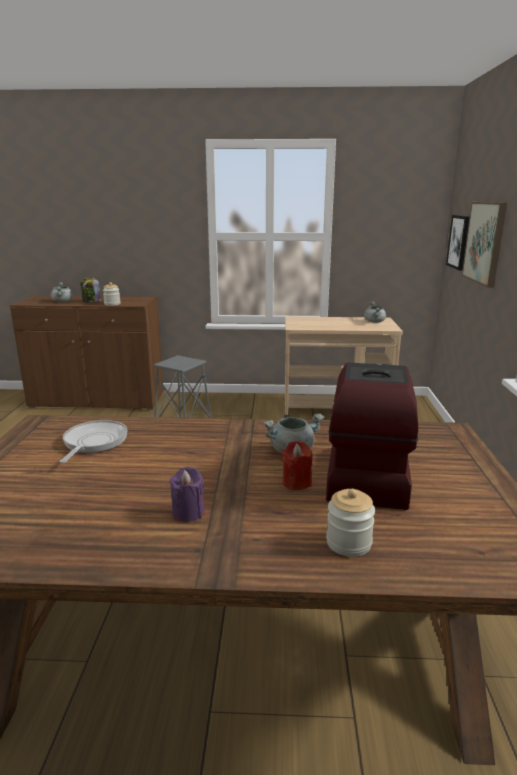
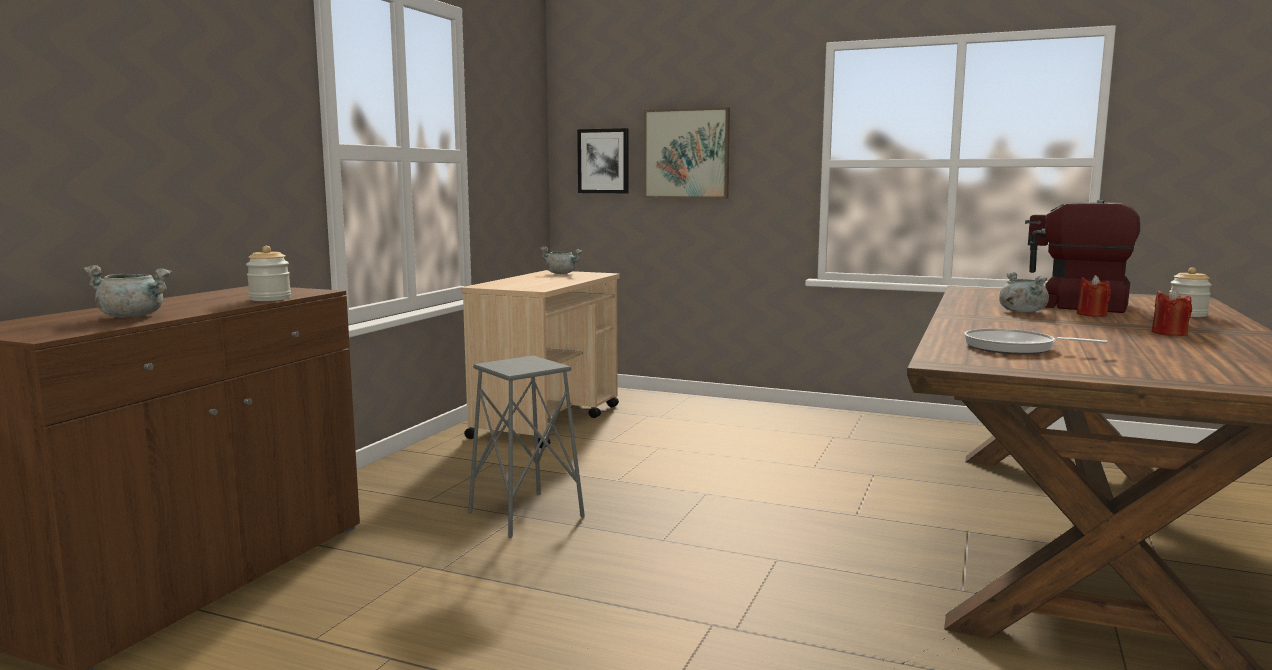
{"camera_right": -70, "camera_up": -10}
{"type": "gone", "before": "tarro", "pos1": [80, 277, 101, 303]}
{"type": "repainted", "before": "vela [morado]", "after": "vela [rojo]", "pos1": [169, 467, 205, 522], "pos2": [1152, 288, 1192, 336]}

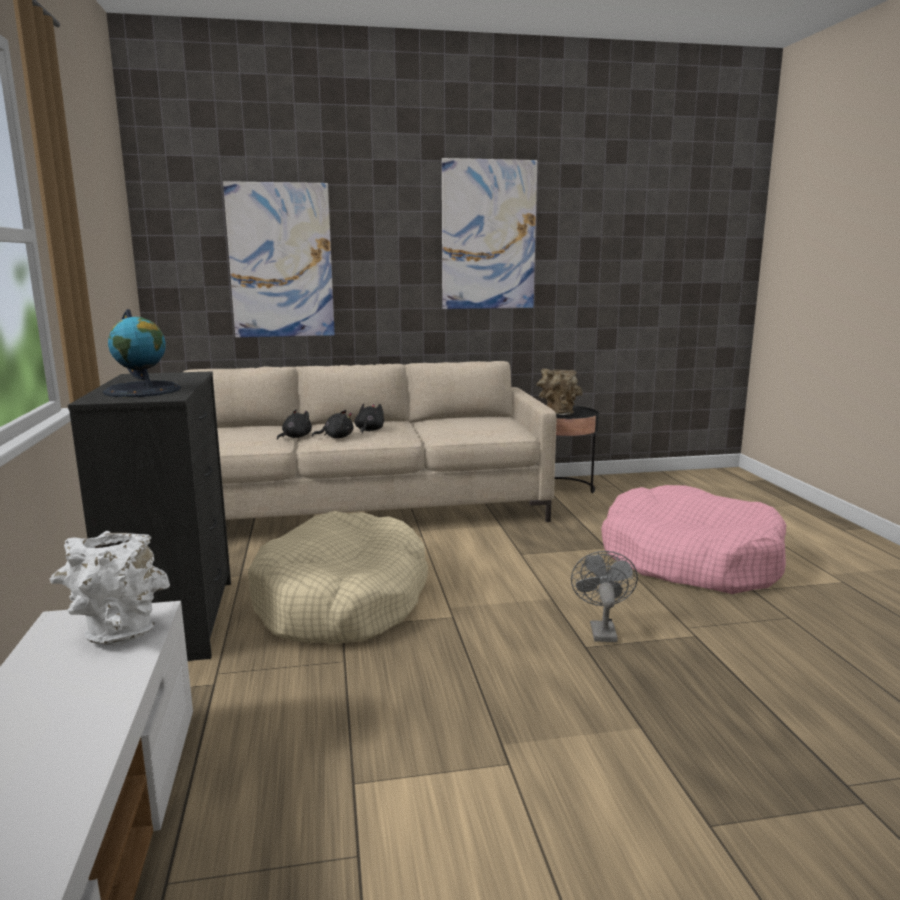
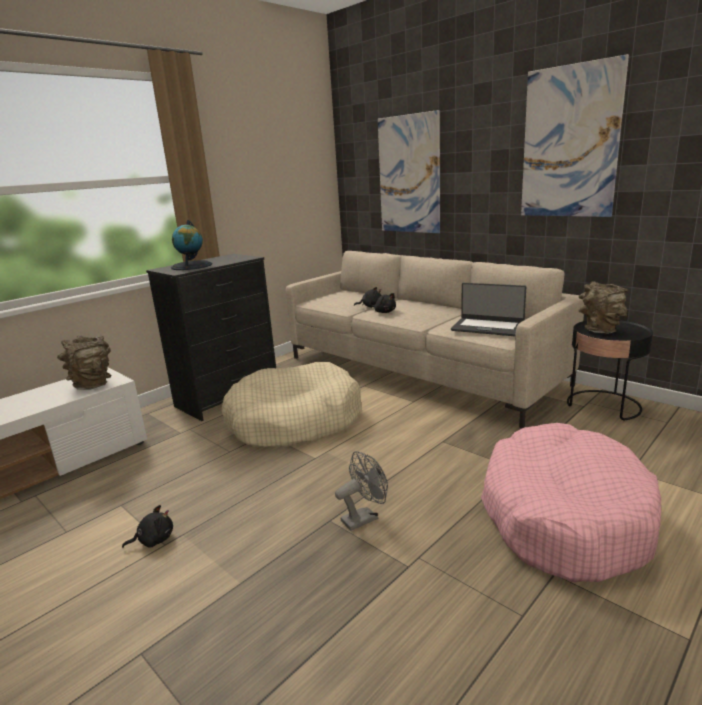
{"camera_right": 55, "camera_up": 5}
{"type": "shifted", "before": "peluche [negro]", "pos1": [354, 404, 384, 434], "pos2": [122, 505, 173, 548]}
{"type": "repainted", "before": "florero [blanco]", "after": "florero [marrón]", "pos1": [50, 531, 170, 645], "pos2": [57, 335, 111, 389]}
{"type": "new", "after": "portátil", "pos2": [451, 283, 526, 336]}

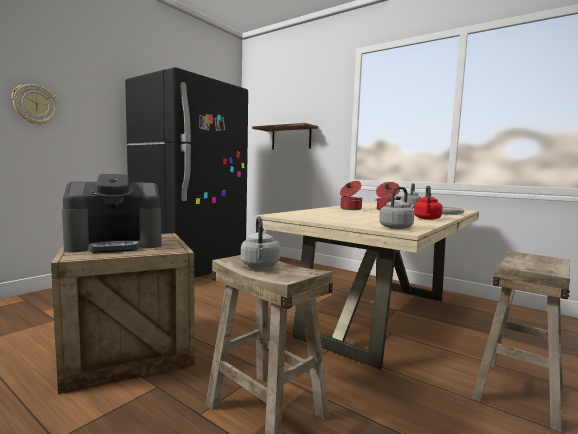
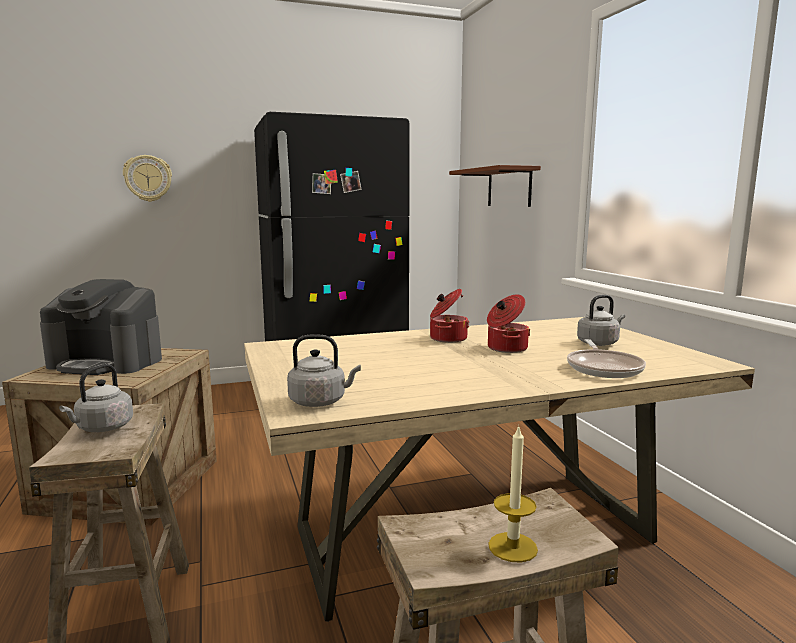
{"camera_right": 35, "camera_up": 5}
{"type": "gone", "before": "hervidor [rojo]", "pos1": [414, 186, 443, 220]}
{"type": "new", "after": "vela", "pos2": [488, 424, 538, 562]}

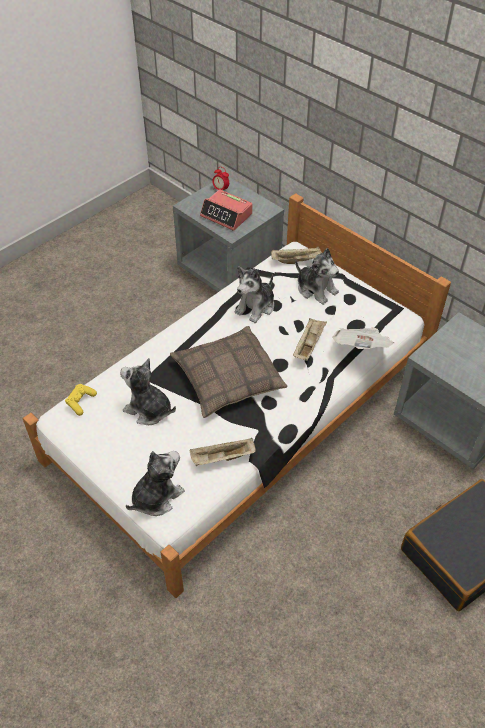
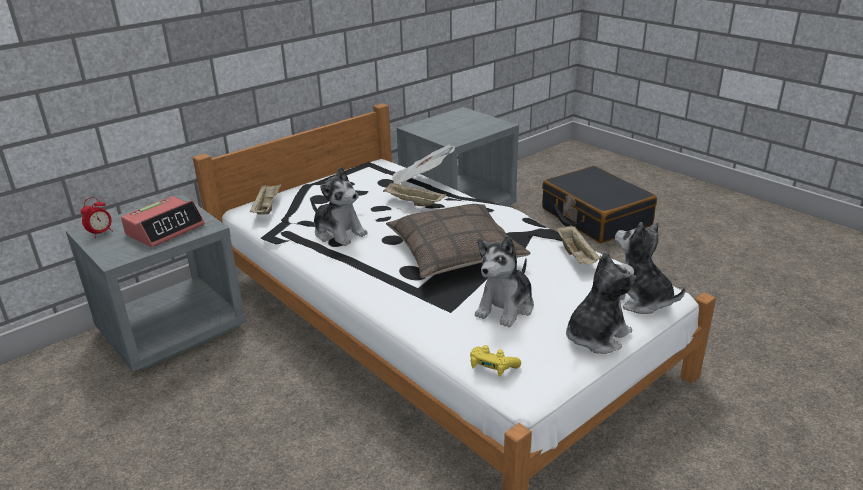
{"camera_right": -85, "camera_up": -20}
{"type": "shifted", "before": "peluche", "pos1": [295, 248, 339, 305], "pos2": [566, 251, 636, 354]}

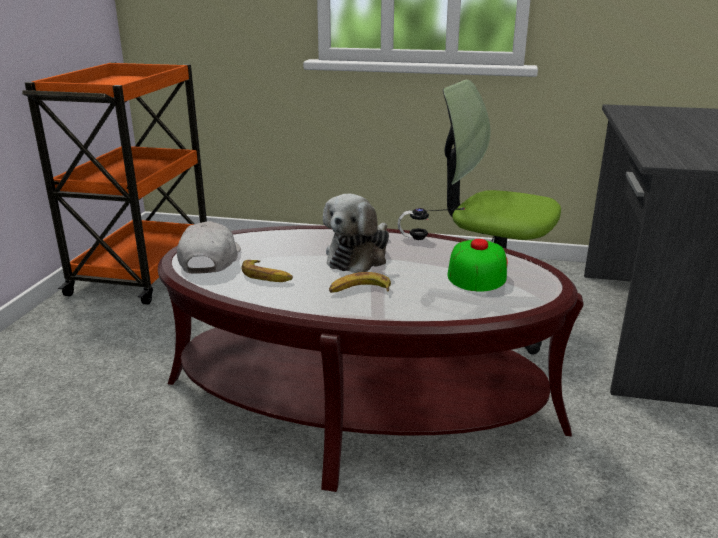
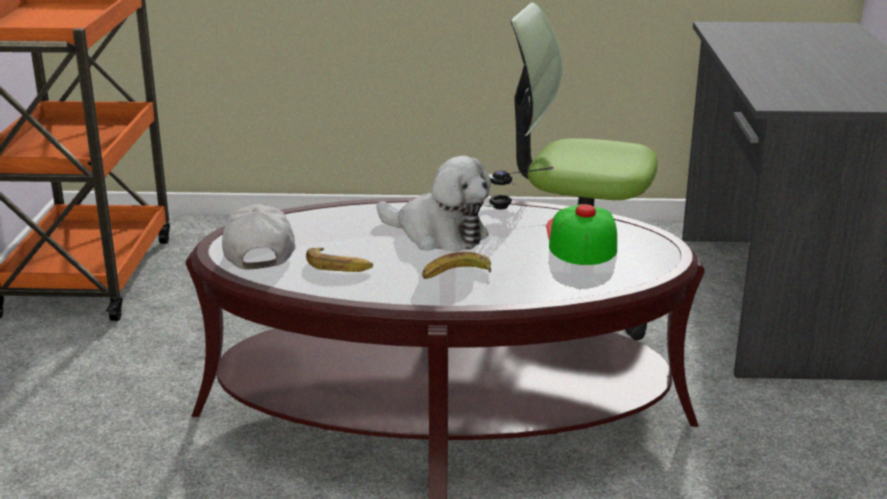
{"camera_right": -10, "camera_up": 0}
{"type": "rotated", "before": "peluche", "pos1": [323, 193, 389, 273], "pos2": [376, 156, 491, 252], "turn": -75}

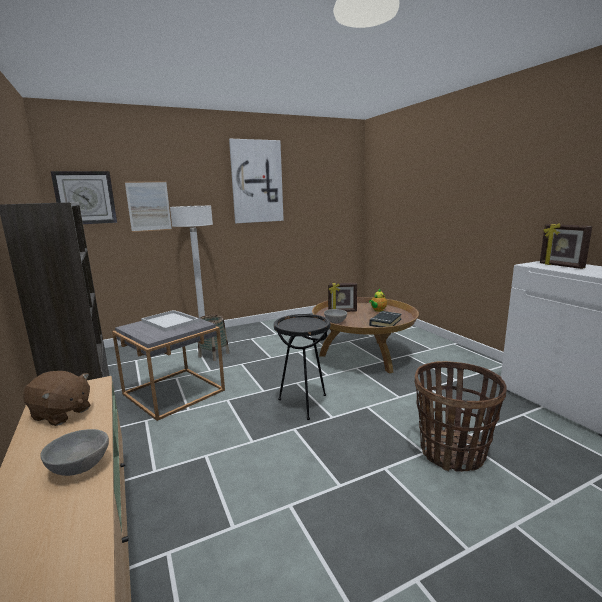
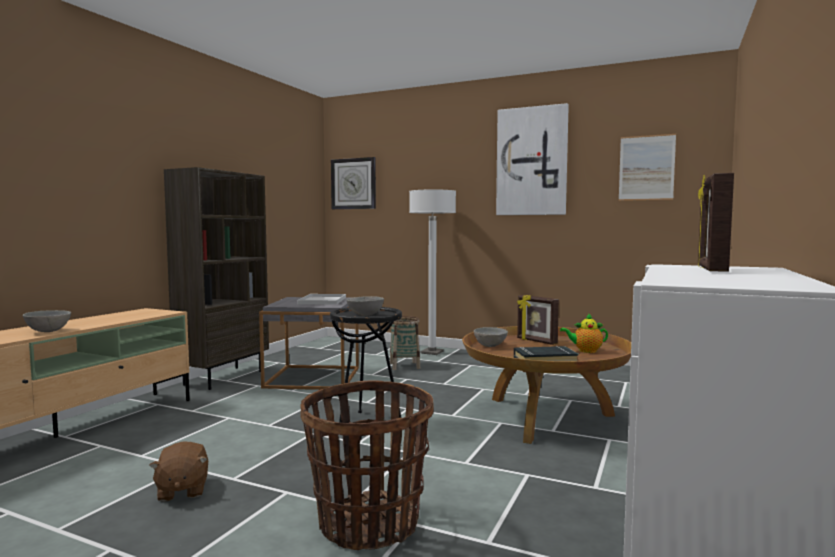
{"camera_right": 50, "camera_up": -10}
{"type": "shifted", "before": "cuadro", "pos1": [125, 181, 172, 232], "pos2": [619, 134, 676, 201]}
{"type": "shifted", "before": "peluche [marrón]", "pos1": [23, 371, 90, 426], "pos2": [149, 441, 208, 502]}
{"type": "new", "after": "cuenco [gris]", "pos2": [347, 296, 384, 316]}

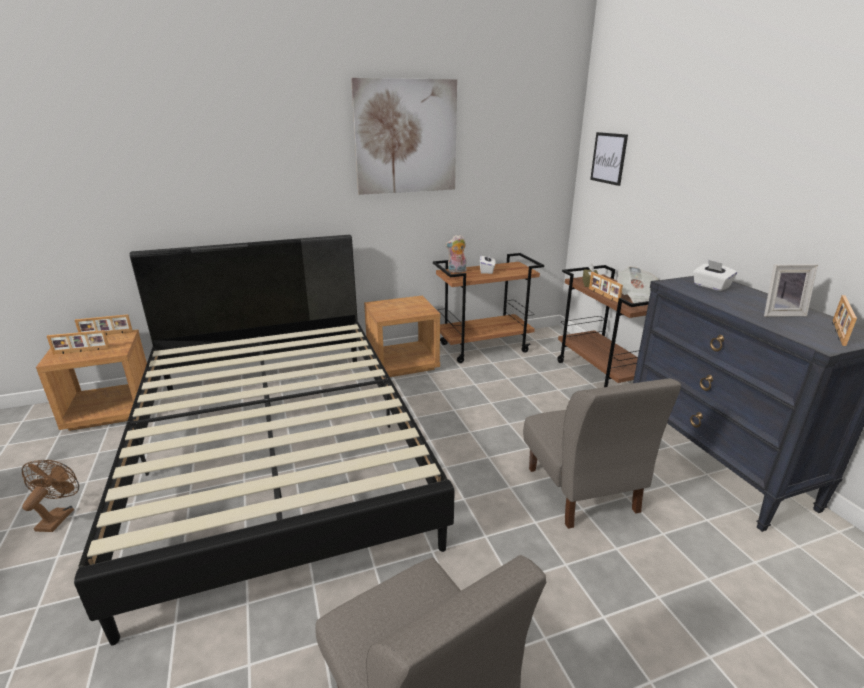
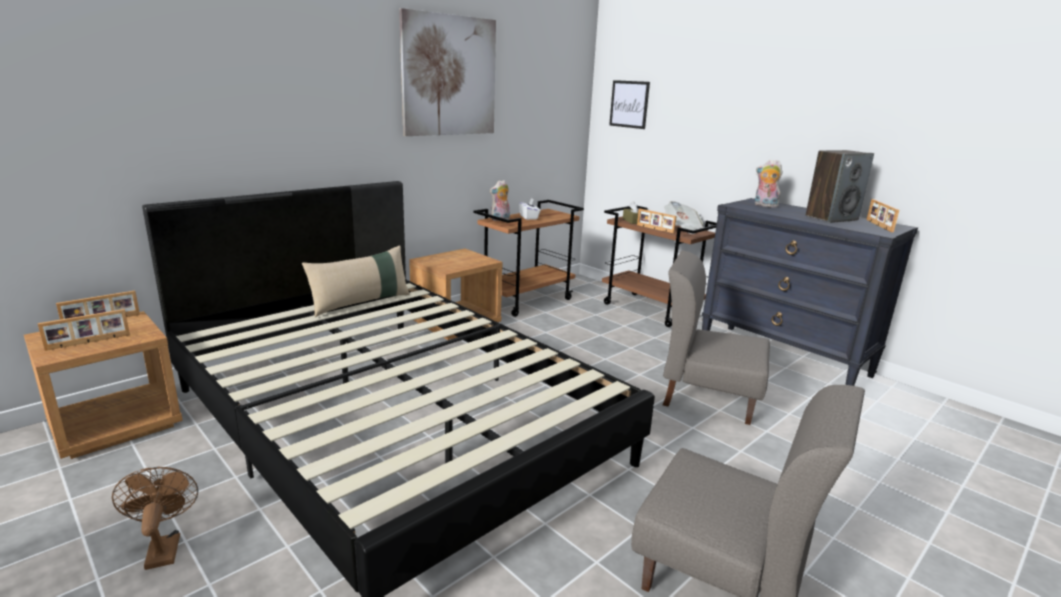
{"camera_right": -25, "camera_up": -5}
{"type": "swapped", "before": "caja de pañuelos [blanco]", "after": "peluche", "pos1": [693, 260, 737, 291], "pos2": [755, 160, 783, 208]}
{"type": "swapped", "before": "portarretratos", "after": "altavoz", "pos1": [764, 264, 818, 317], "pos2": [805, 150, 874, 223]}
{"type": "rotated", "before": "silla [gris]", "pos1": [523, 378, 681, 529], "pos2": [663, 251, 770, 425], "turn": 150}
{"type": "new", "after": "cojín [beis]", "pos2": [302, 245, 410, 317]}

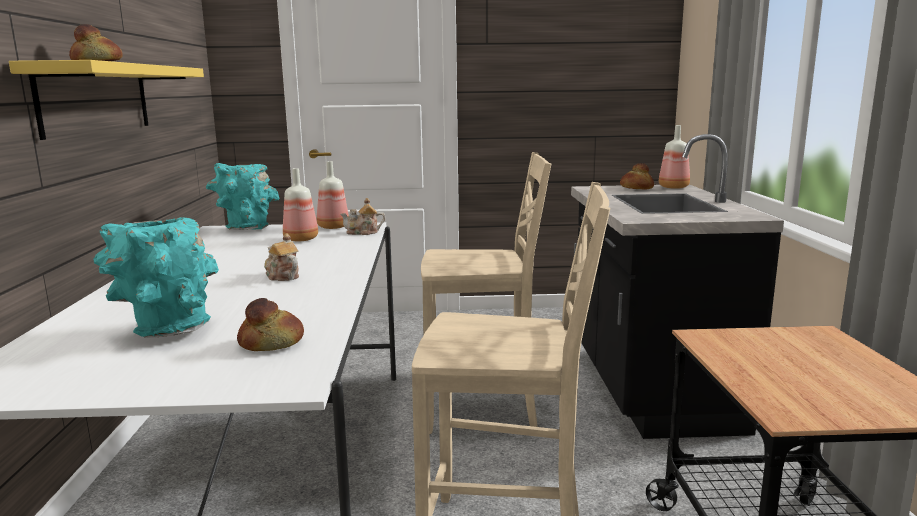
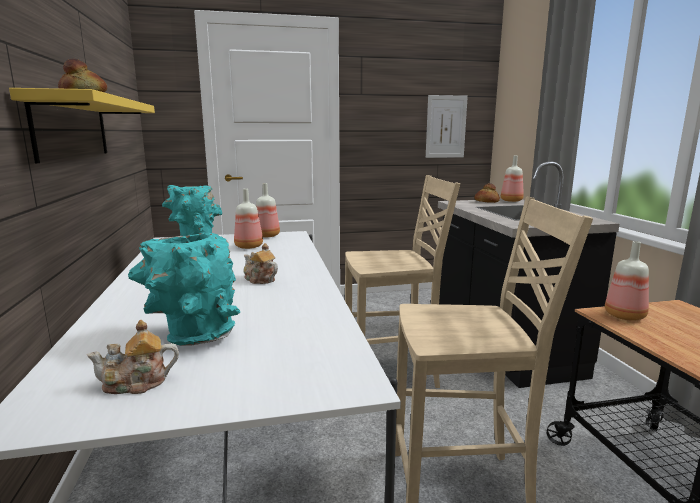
{"camera_right": -10, "camera_up": 0}
{"type": "shifted", "before": "tetera", "pos1": [340, 198, 385, 235], "pos2": [87, 320, 179, 394]}
{"type": "gone", "before": "pan", "pos1": [237, 298, 304, 351]}
{"type": "new", "after": "cuadro", "pos2": [426, 95, 468, 158]}
{"type": "new", "after": "botella", "pos2": [605, 241, 649, 321]}

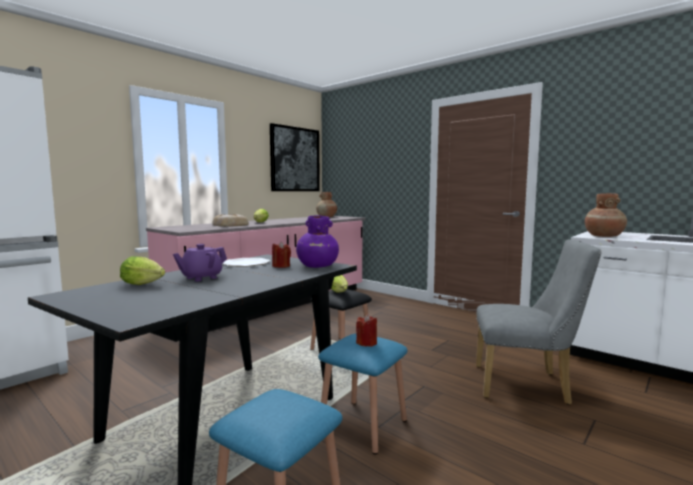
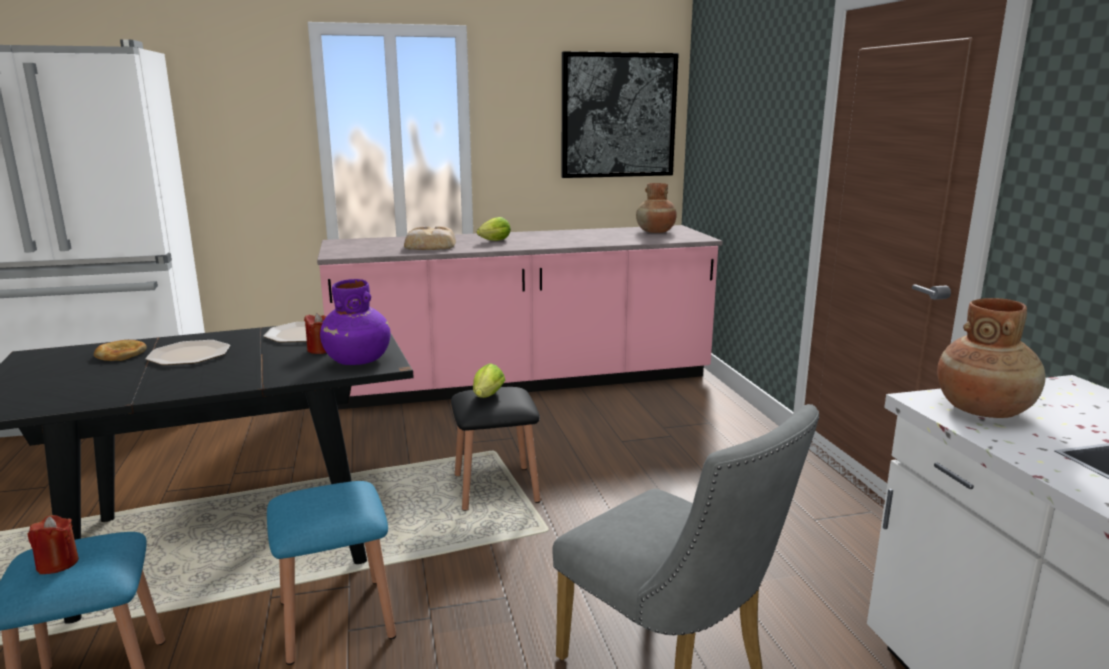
{"camera_right": 35, "camera_up": 10}
{"type": "swapped", "before": "tetera [morado]", "after": "plato", "pos1": [173, 244, 227, 282], "pos2": [145, 340, 230, 365]}
{"type": "swapped", "before": "lechuga", "after": "pan", "pos1": [120, 256, 165, 285], "pos2": [94, 340, 147, 361]}
{"type": "shifted", "before": "vela [rojo]", "pos1": [356, 314, 377, 347], "pos2": [27, 515, 79, 574]}

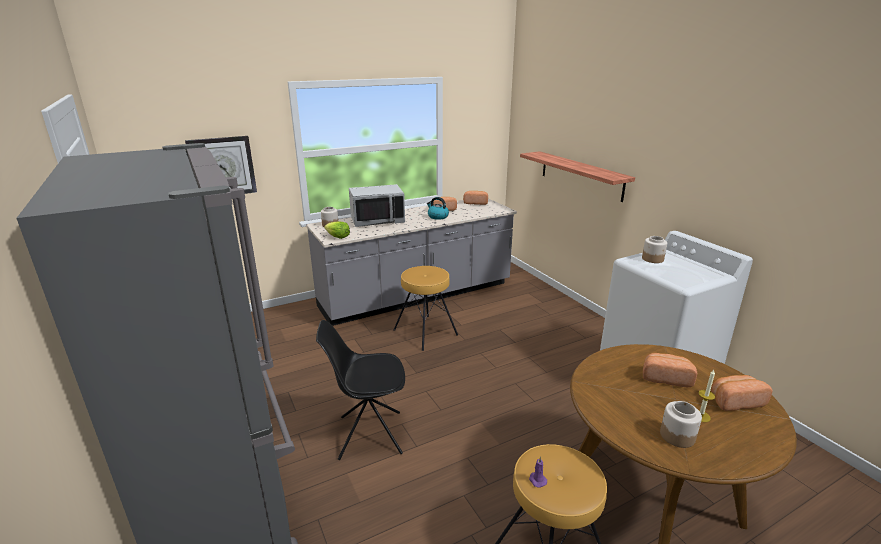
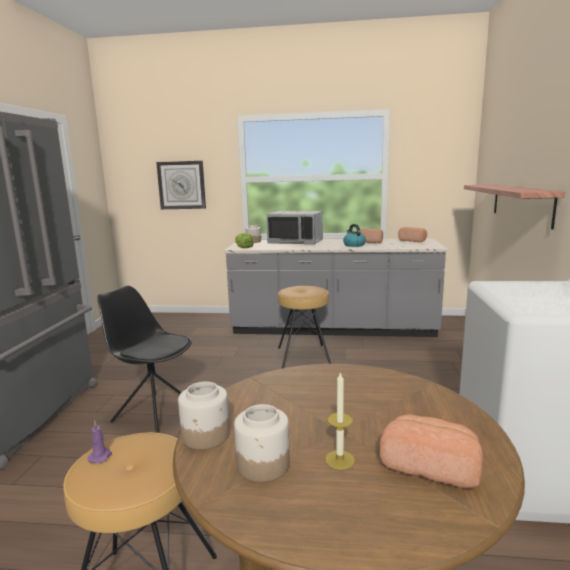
{"camera_right": 35, "camera_up": -10}
{"type": "shifted", "before": "tarro", "pos1": [642, 236, 667, 263], "pos2": [178, 382, 230, 450]}
{"type": "gone", "before": "pan", "pos1": [643, 353, 697, 387]}

